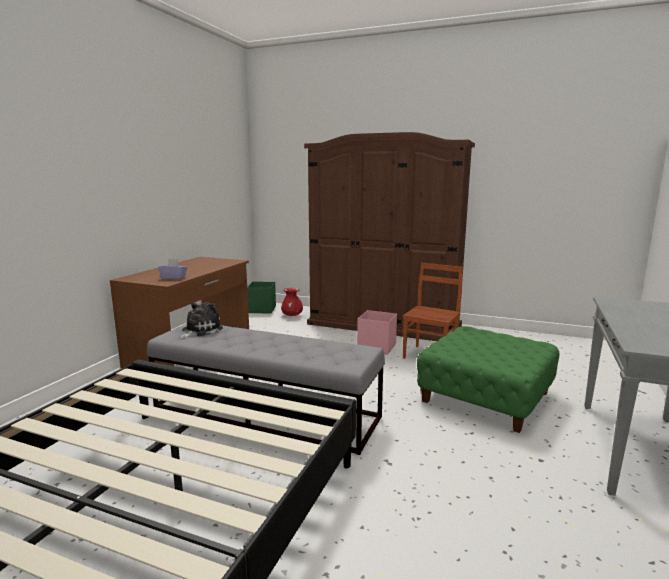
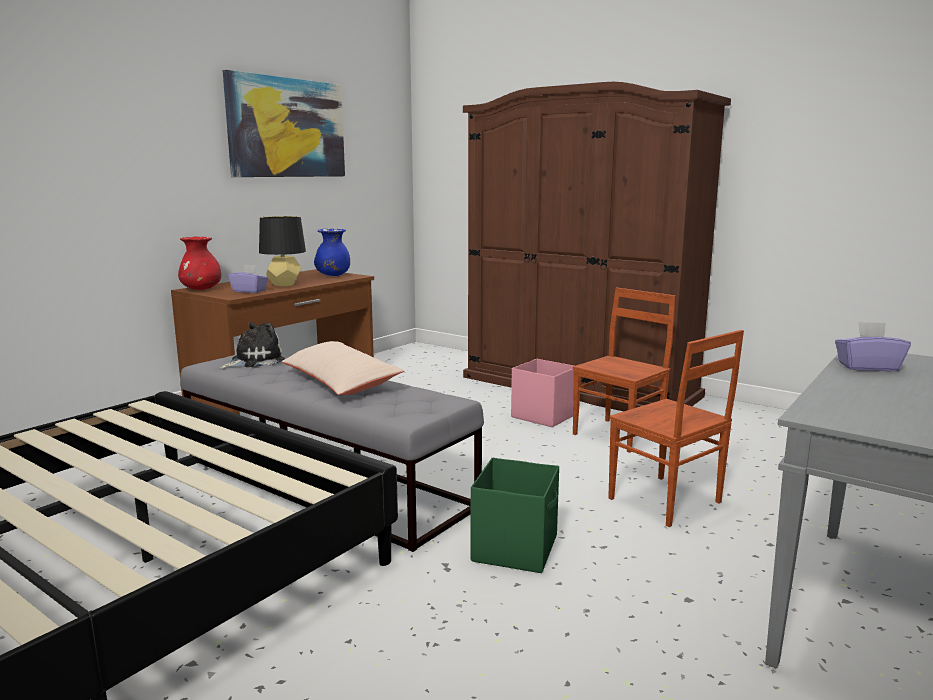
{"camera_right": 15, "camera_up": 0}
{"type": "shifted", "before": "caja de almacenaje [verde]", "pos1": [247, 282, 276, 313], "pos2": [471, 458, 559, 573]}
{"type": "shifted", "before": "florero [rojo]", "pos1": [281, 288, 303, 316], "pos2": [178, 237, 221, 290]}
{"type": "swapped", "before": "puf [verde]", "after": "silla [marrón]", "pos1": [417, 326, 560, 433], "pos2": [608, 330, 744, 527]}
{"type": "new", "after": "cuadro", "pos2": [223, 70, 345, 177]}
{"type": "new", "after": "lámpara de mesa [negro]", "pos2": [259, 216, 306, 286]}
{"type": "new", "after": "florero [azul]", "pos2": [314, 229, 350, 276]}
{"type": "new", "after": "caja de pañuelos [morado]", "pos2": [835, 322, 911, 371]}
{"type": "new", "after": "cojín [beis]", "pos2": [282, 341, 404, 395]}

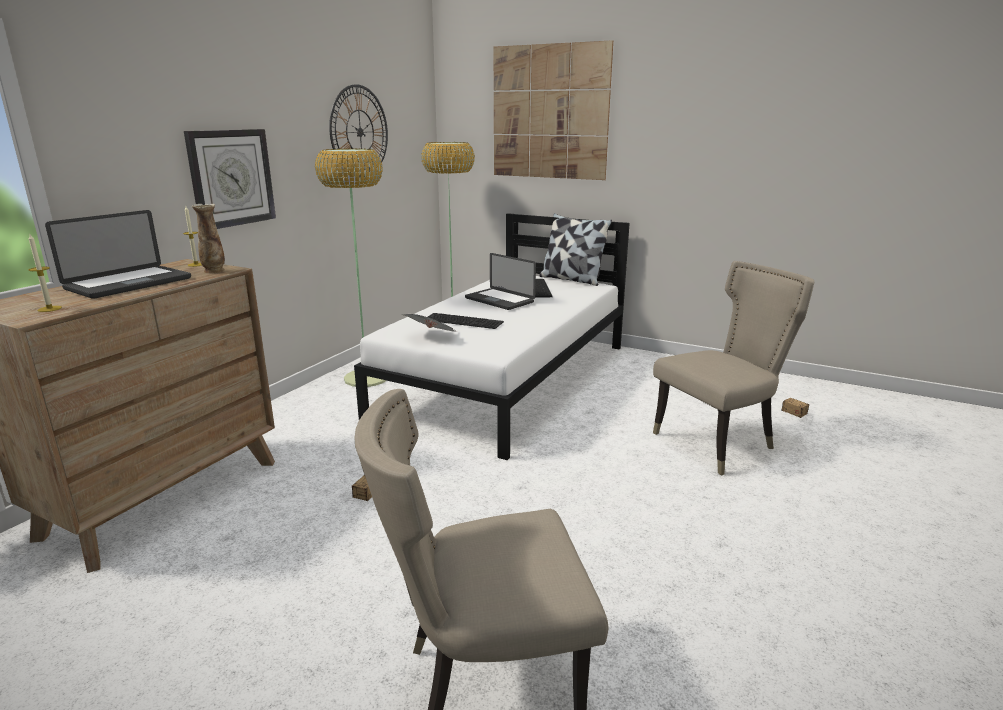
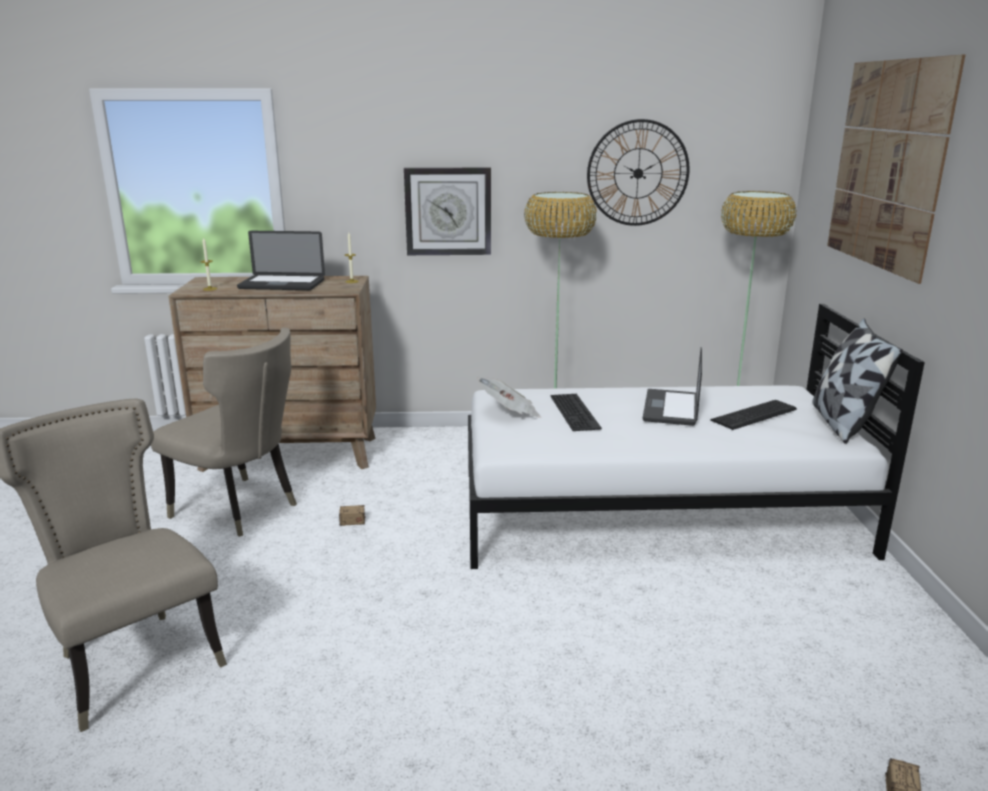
{"camera_right": 60, "camera_up": 0}
{"type": "gone", "before": "florero", "pos1": [192, 204, 225, 274]}
{"type": "shifted", "before": "silla [beis]", "pos1": [653, 261, 814, 476], "pos2": [151, 328, 297, 537]}

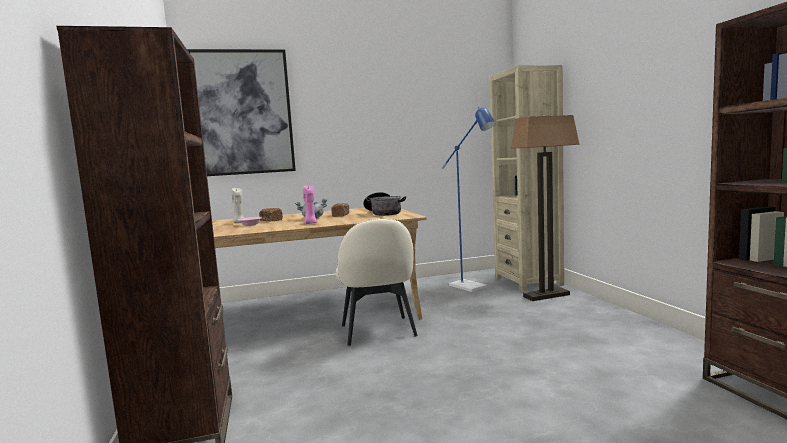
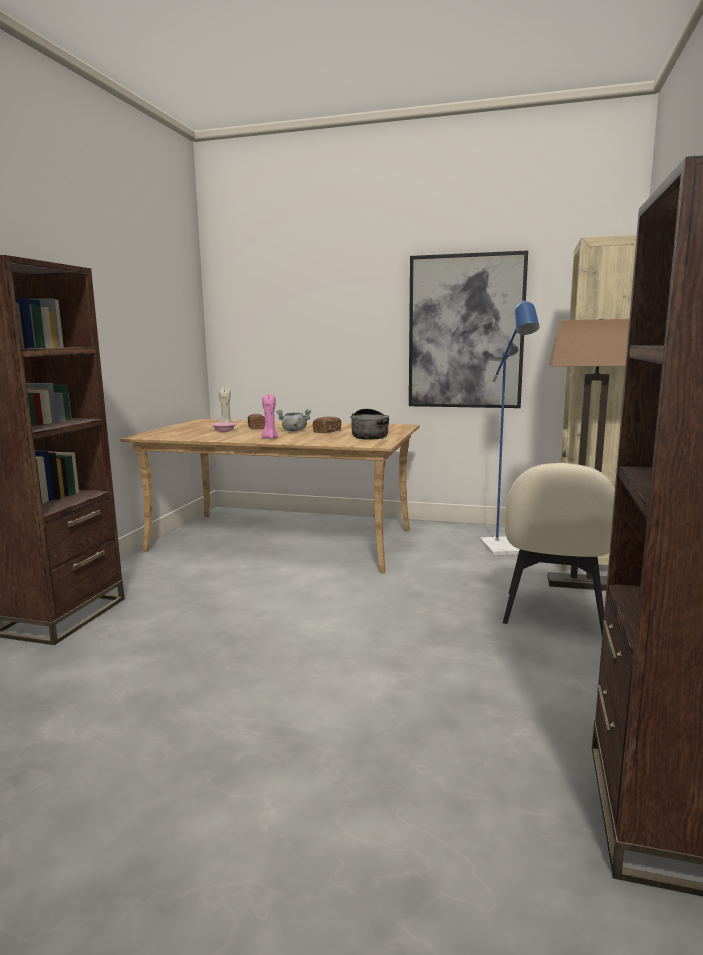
{"camera_right": 30, "camera_up": 5}
{"type": "shifted", "before": "cuadro", "pos1": [187, 49, 296, 176], "pos2": [409, 250, 528, 408]}
{"type": "shifted", "before": "silla [beis]", "pos1": [336, 218, 418, 346], "pos2": [503, 463, 615, 635]}

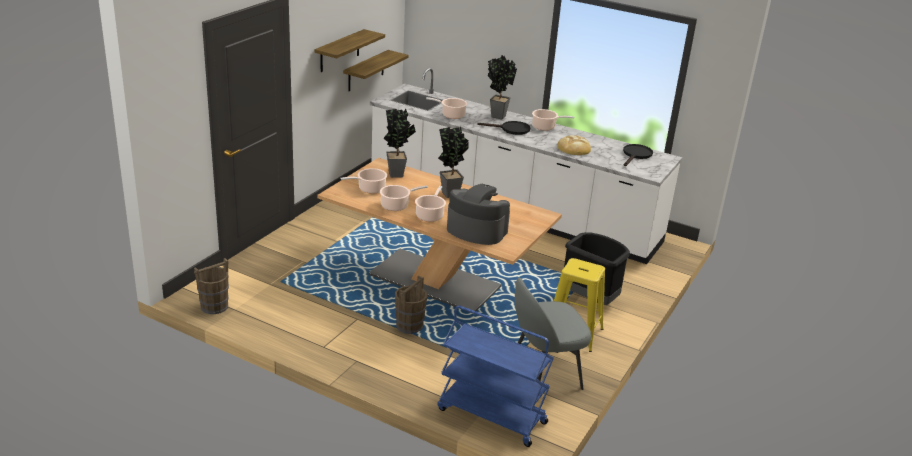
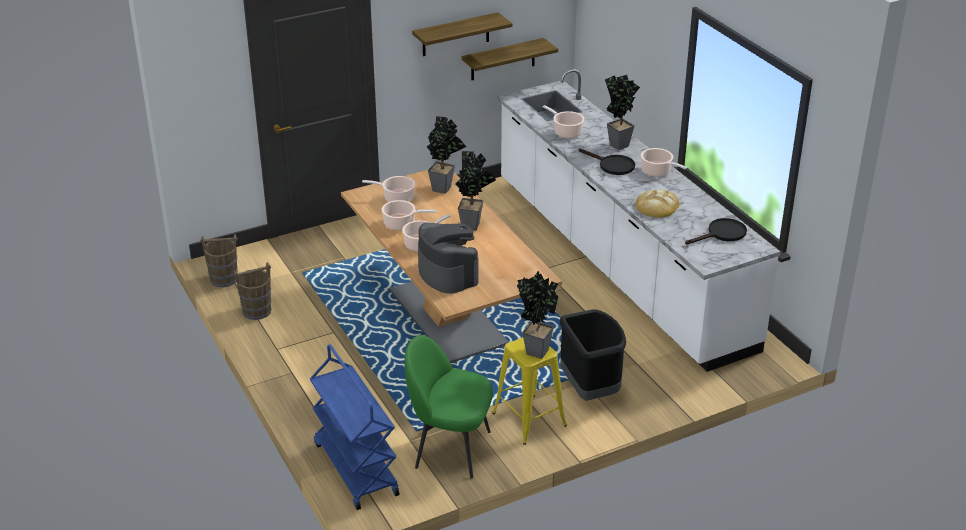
{"camera_right": 35, "camera_up": 5}
{"type": "shifted", "before": "cubo [marrón]", "pos1": [395, 275, 427, 334], "pos2": [234, 262, 271, 320]}
{"type": "repainted", "before": "silla [gris]", "after": "silla [verde]", "pos1": [515, 277, 591, 390], "pos2": [404, 335, 493, 479]}
{"type": "new", "after": "planta en maceta", "pos2": [517, 271, 559, 359]}

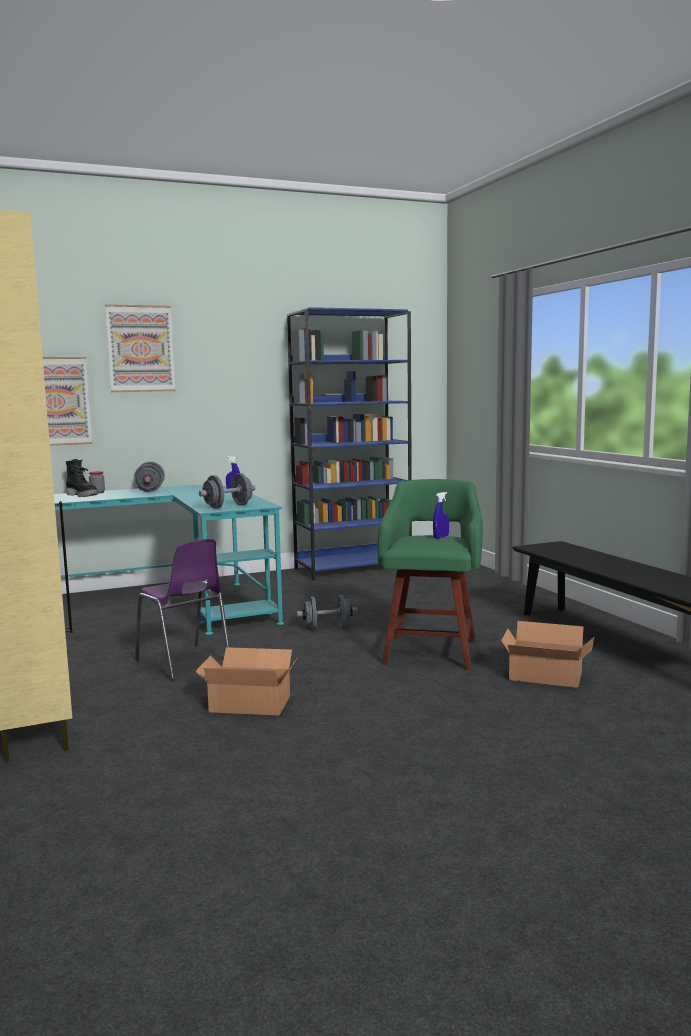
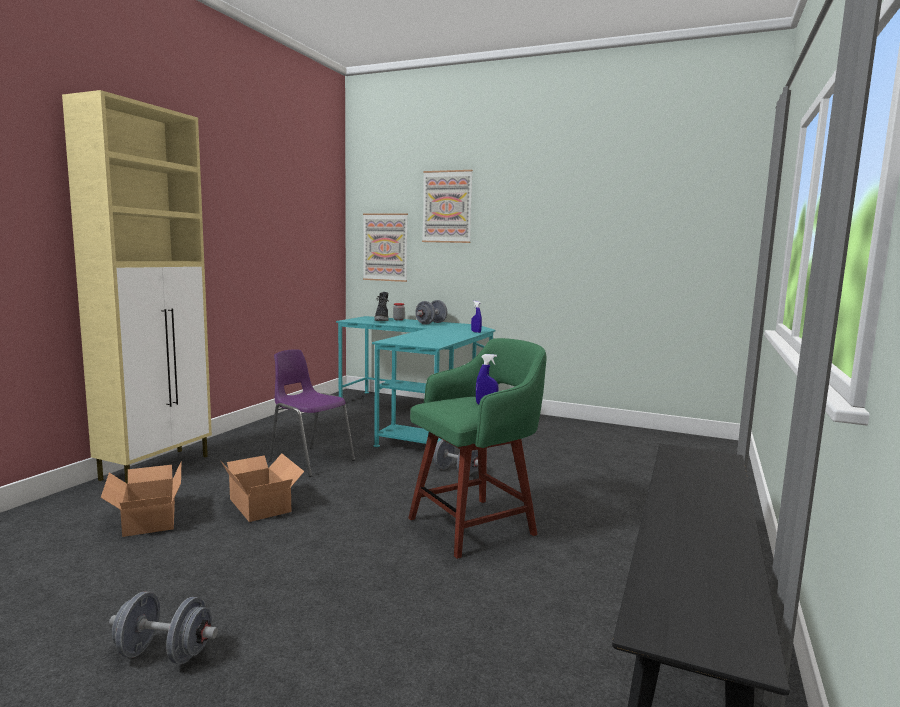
{"camera_right": 45, "camera_up": 0}
{"type": "gone", "before": "estantería [azul]", "pos1": [287, 307, 412, 580]}
{"type": "shifted", "before": "mancuerna [gris]", "pos1": [199, 473, 255, 509], "pos2": [109, 591, 218, 664]}
{"type": "rotated", "before": "silla [morado]", "pos1": [135, 539, 230, 681], "pos2": [269, 349, 355, 477], "turn": 120}
{"type": "shifted", "before": "caja de cartón", "pos1": [501, 621, 594, 688], "pos2": [101, 462, 181, 537]}

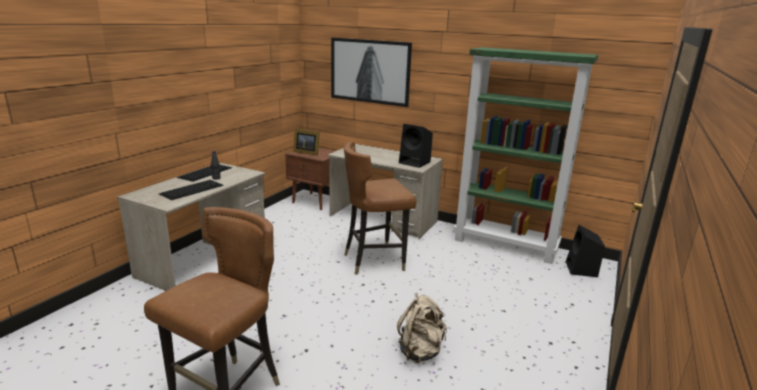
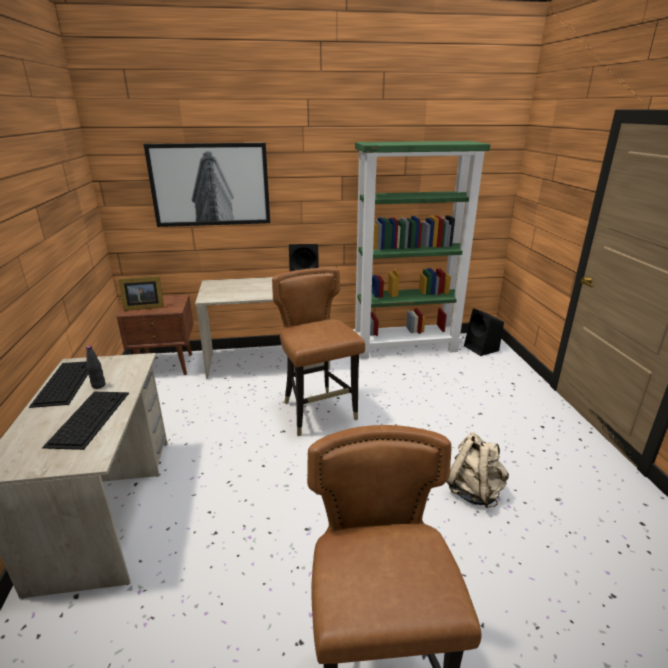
{"camera_right": -35, "camera_up": 5}
{"type": "rotated", "before": "silla [marrón]", "pos1": [344, 141, 417, 275], "pos2": [272, 268, 365, 436], "turn": 120}

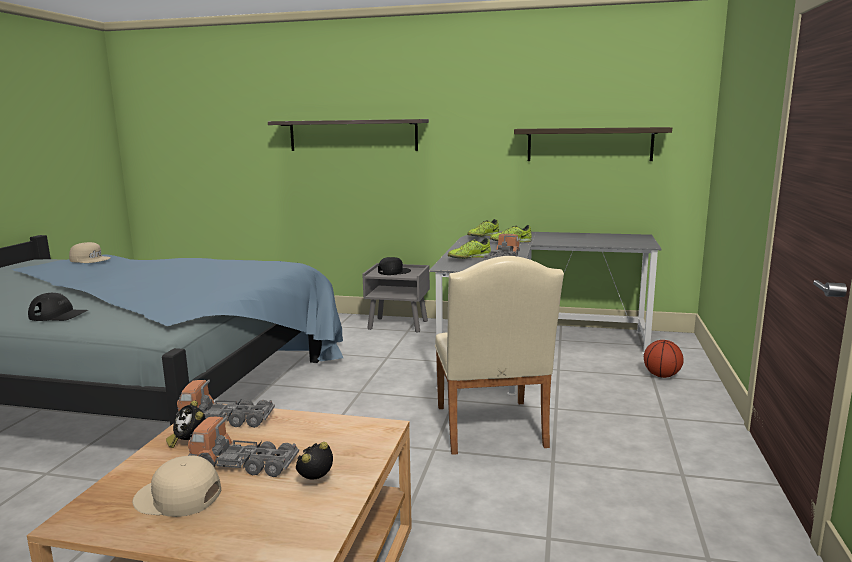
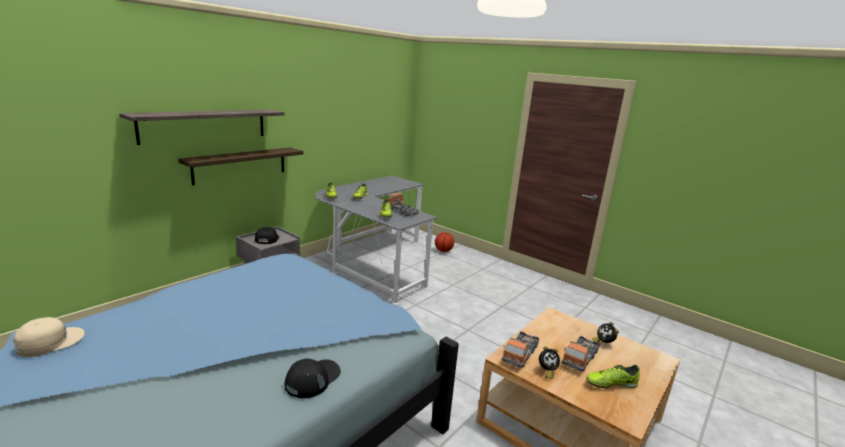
{"camera_right": -65, "camera_up": 5}
{"type": "shifted", "before": "estante", "pos1": [514, 127, 672, 161], "pos2": [178, 147, 303, 186]}
{"type": "gone", "before": "silla [beis]", "pos1": [435, 256, 564, 455]}
{"type": "swapped", "before": "gorra [beis]", "after": "zapato", "pos1": [132, 456, 221, 517], "pos2": [586, 365, 640, 388]}

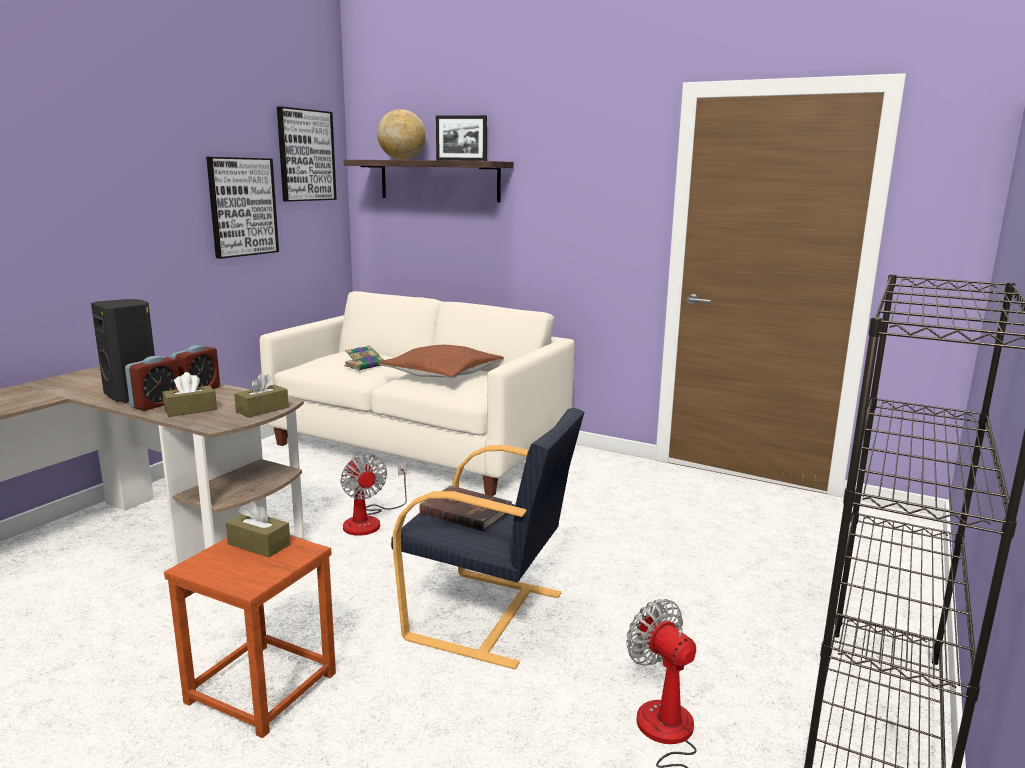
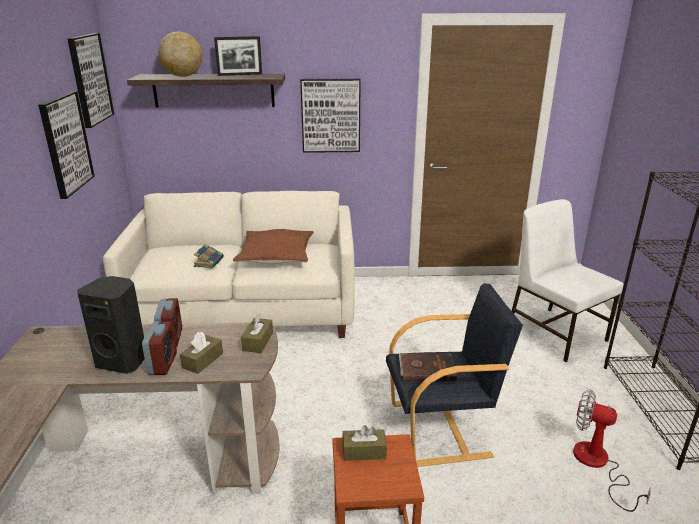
{"camera_right": -30, "camera_up": 10}
{"type": "gone", "before": "ventilador", "pos1": [340, 454, 407, 536]}
{"type": "new", "after": "cuadro", "pos2": [300, 79, 361, 153]}
{"type": "new", "after": "silla [blanco]", "pos2": [512, 199, 624, 362]}

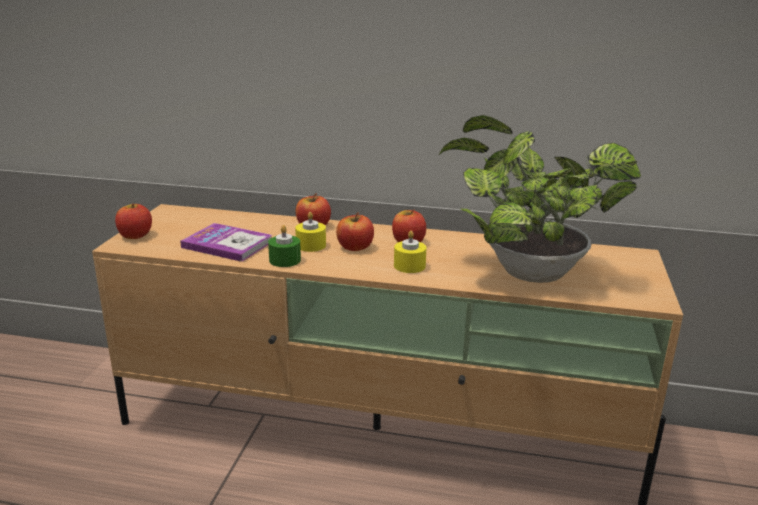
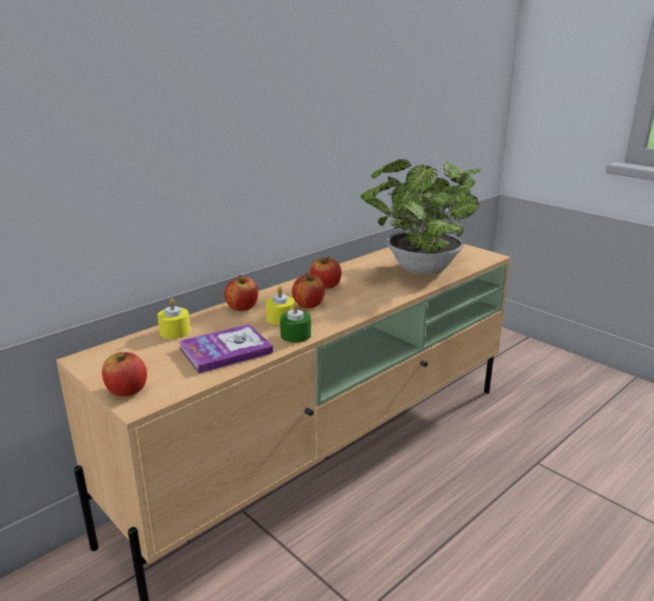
{"camera_right": -55, "camera_up": 0}
{"type": "shifted", "before": "vela [amarillo]", "pos1": [394, 231, 427, 273], "pos2": [157, 299, 190, 339]}

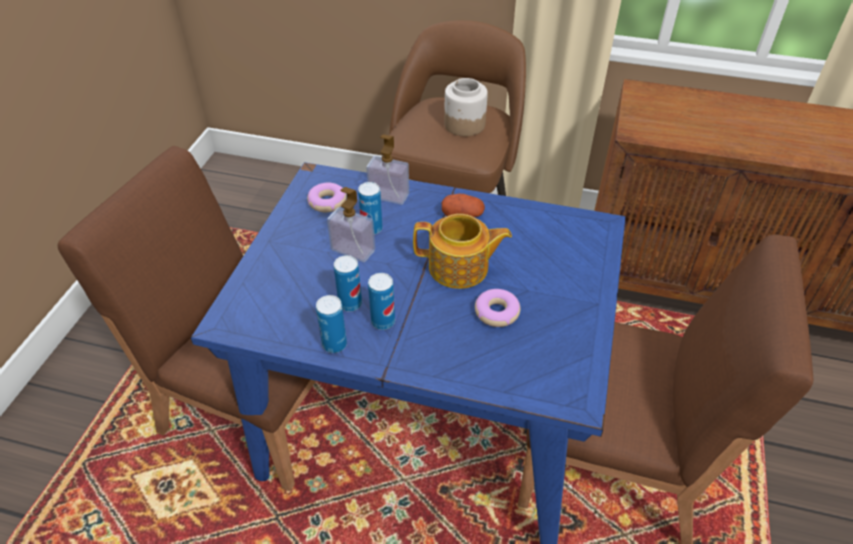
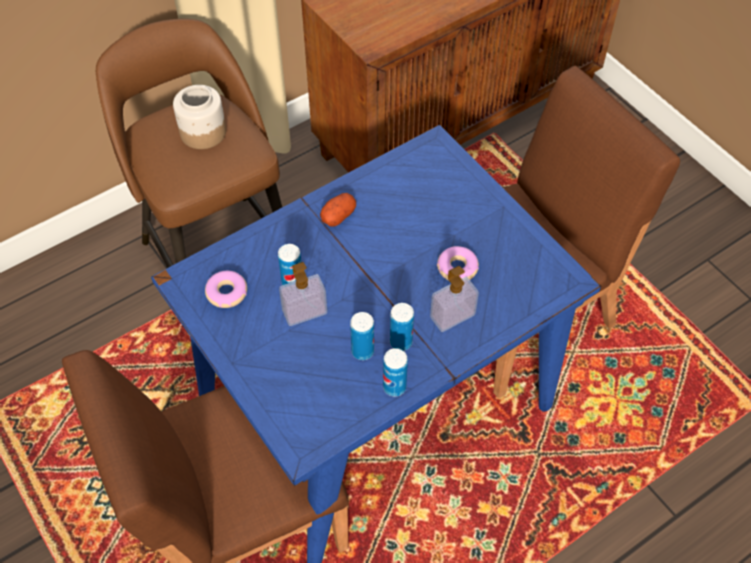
{"camera_right": -50, "camera_up": 10}
{"type": "shifted", "before": "dispensador de jabón", "pos1": [366, 134, 409, 205], "pos2": [430, 266, 479, 332]}
{"type": "gone", "before": "tetera", "pos1": [413, 214, 512, 289]}

